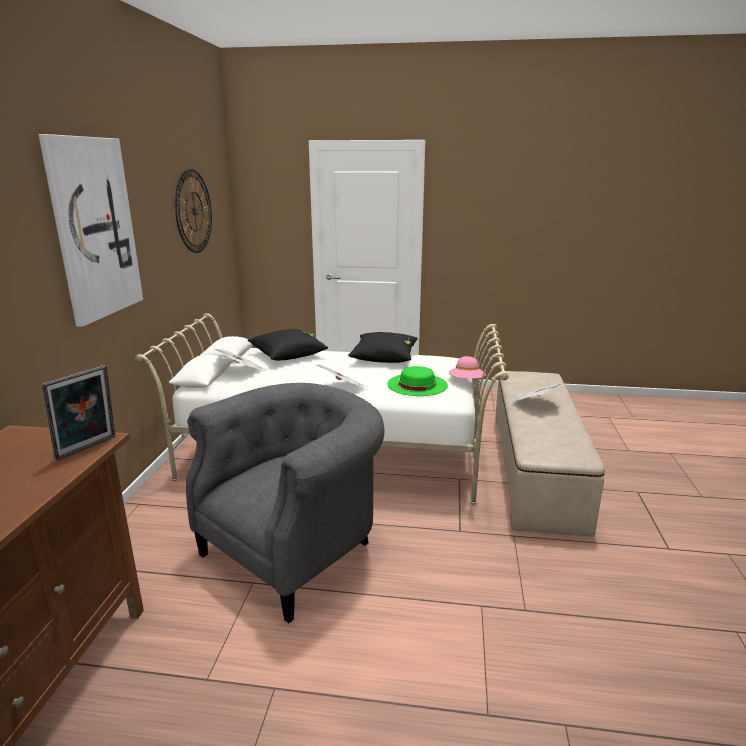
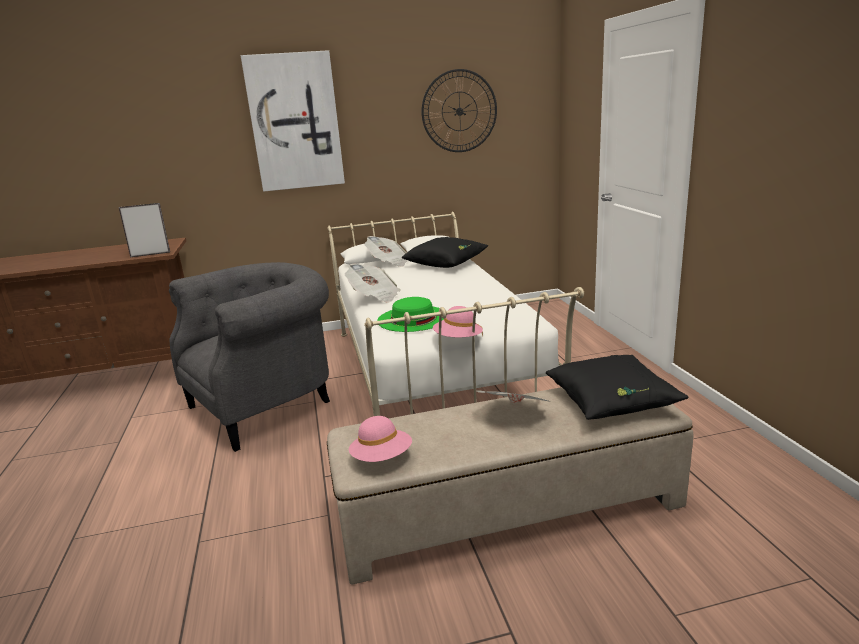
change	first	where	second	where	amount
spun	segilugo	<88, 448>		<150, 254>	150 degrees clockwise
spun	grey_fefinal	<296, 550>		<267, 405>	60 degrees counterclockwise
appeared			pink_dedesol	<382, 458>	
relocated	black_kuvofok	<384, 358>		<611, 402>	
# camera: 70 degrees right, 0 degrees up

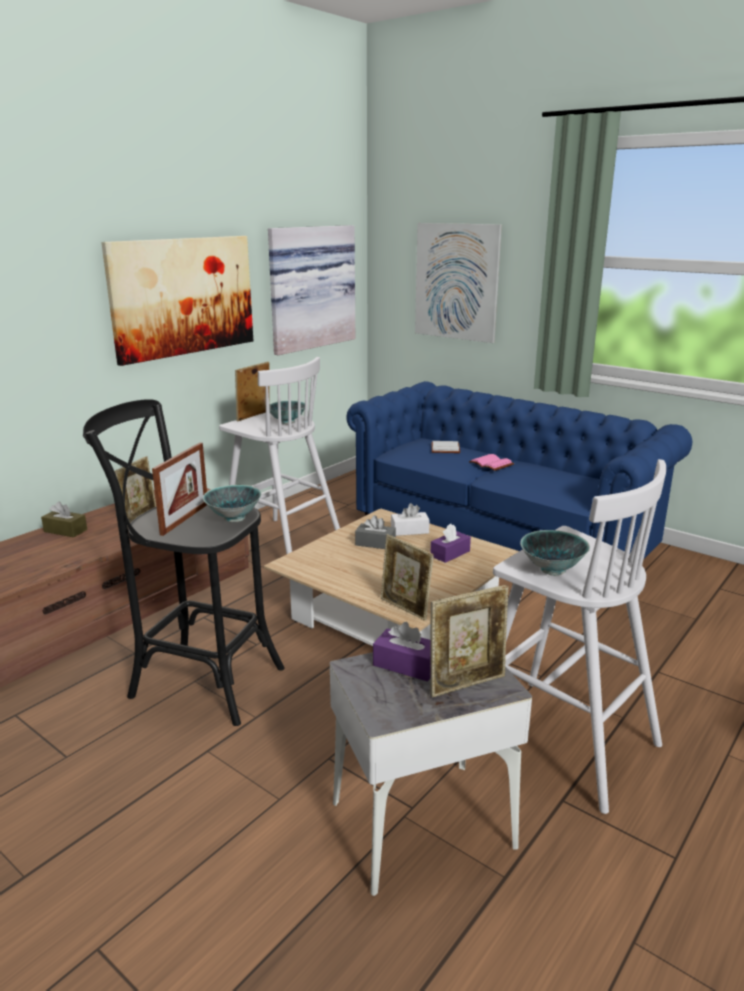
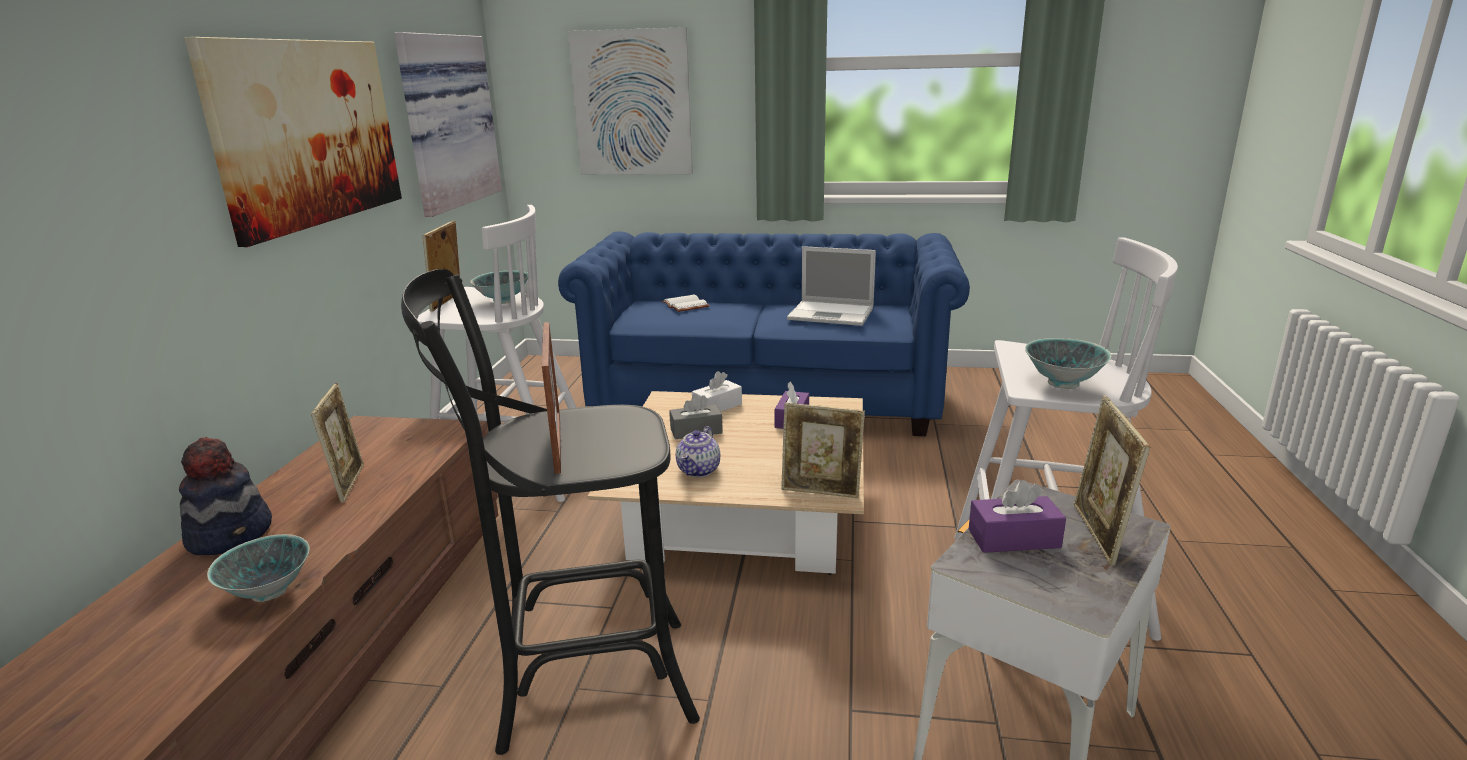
change	first	where	second	where	amount
exchanged	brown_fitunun	<65, 530>	dedesol	<231, 534>	
relocated	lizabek	<234, 518>		<268, 592>	
appeared			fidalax	<699, 470>	
appeared			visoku	<832, 314>	
spun	segilugo	<467, 683>		<1098, 535>	150 degrees clockwise
missing	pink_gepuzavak	<490, 464>			
# camera: 30 degrees left, 0 degrees up

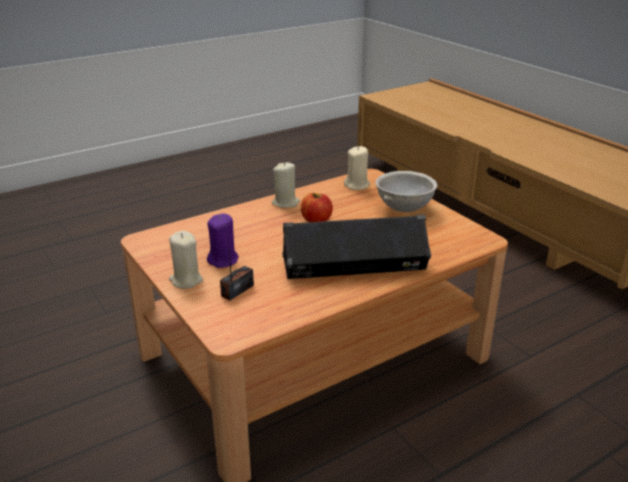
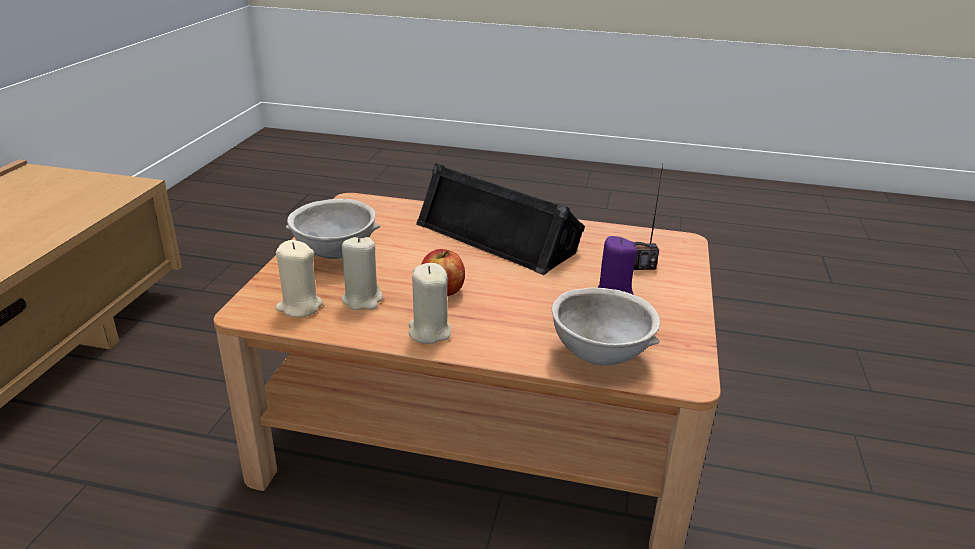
change	first	where	second	where	amount
relocated	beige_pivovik	<186, 280>		<362, 299>	
appeared			grey_lizabek	<600, 355>	
# camera: 135 degrees left, 0 degrees up

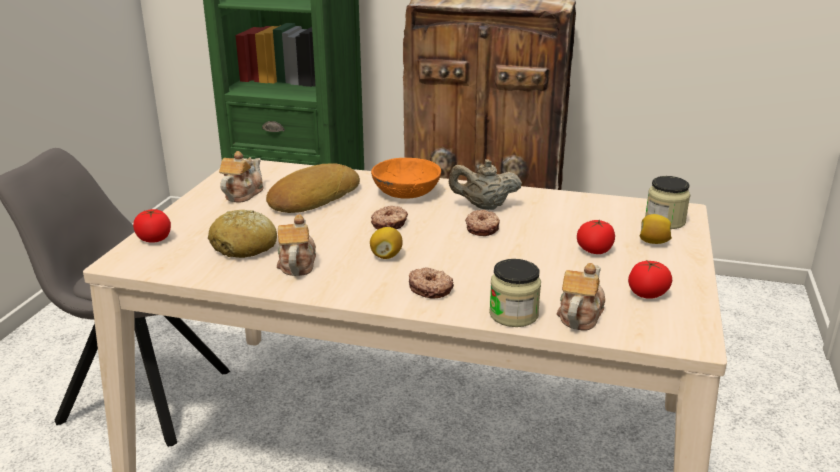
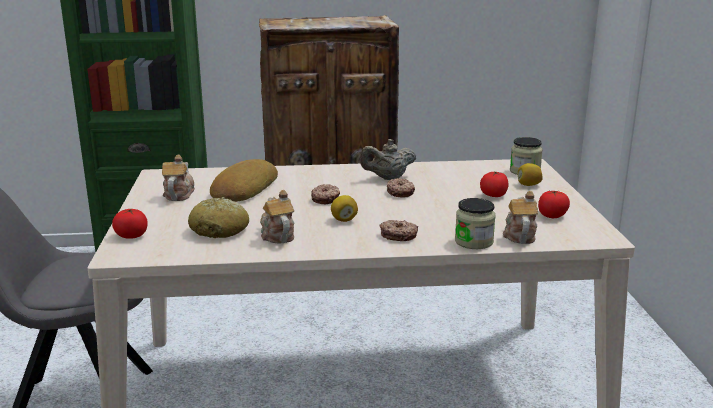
change	first	where	second	where	amount
missing	orange_lizabek	<405, 193>			
# camera: 20 degrees left, 5 degrees down

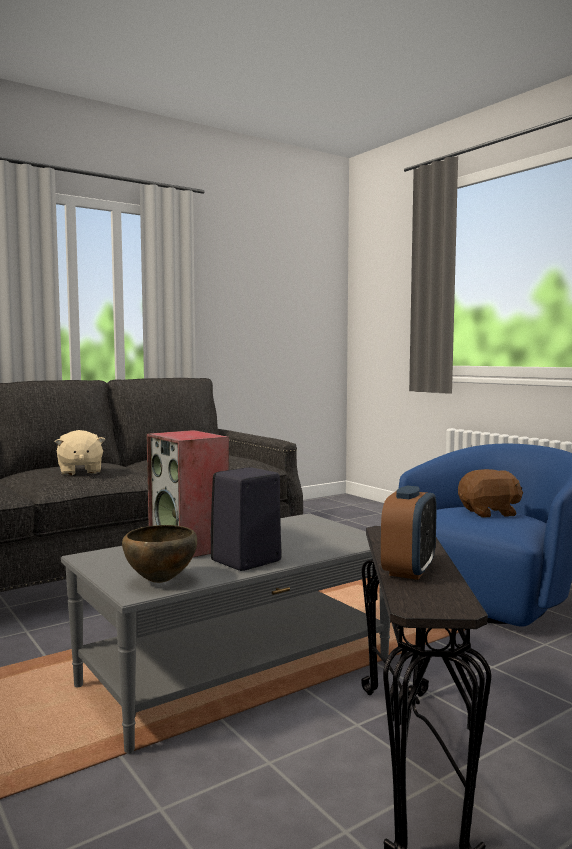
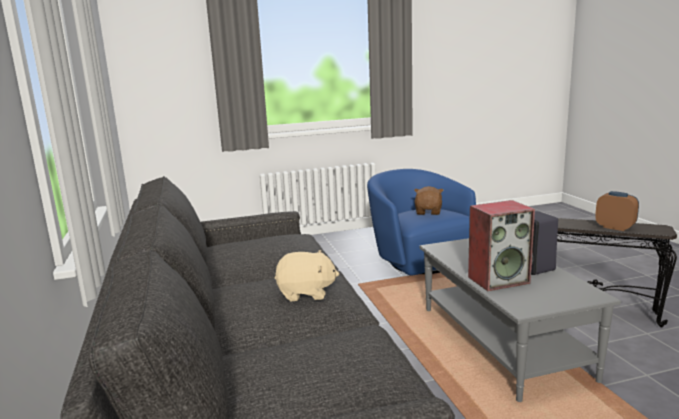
change	first	where	second	where	amount
missing	brown_lizabek	<160, 581>			
# camera: 70 degrees left, 10 degrees up

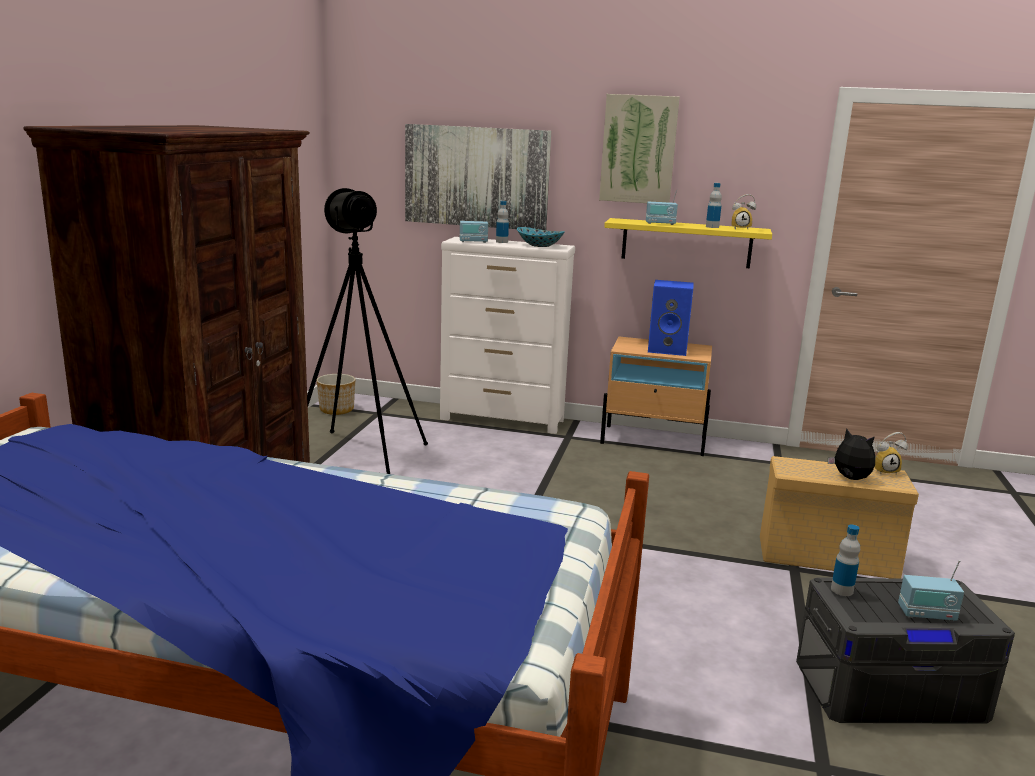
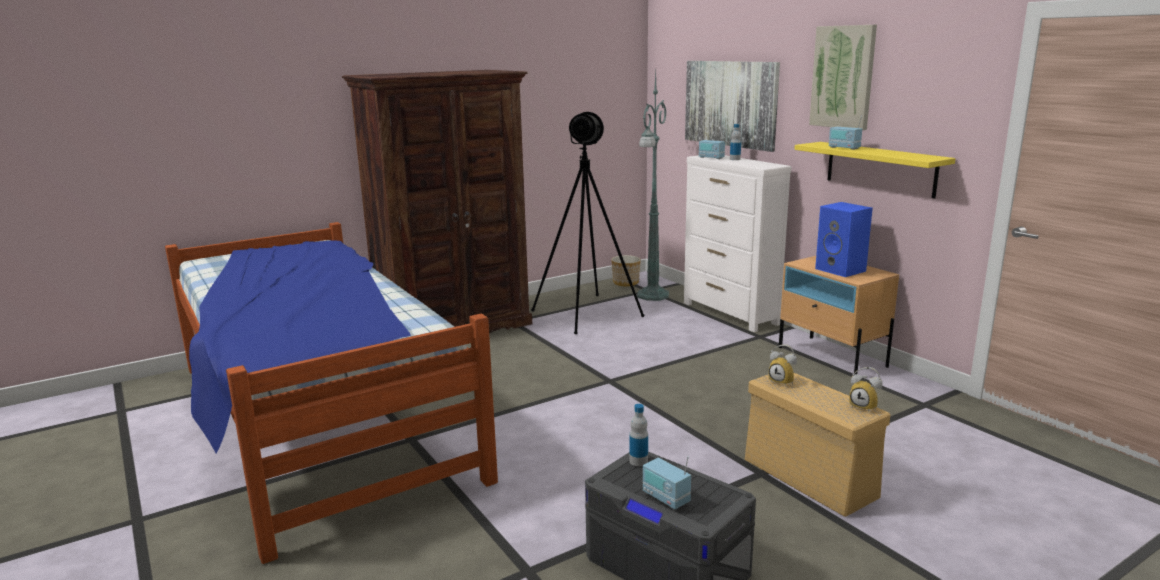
change	first	where	second	where	amount
appeared			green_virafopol	<652, 296>	
relocated	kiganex	<740, 229>		<783, 381>	
missing	lizabek	<540, 245>			
missing	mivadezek	<712, 227>			
missing	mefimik	<850, 479>			
# camera: 45 degrees right, 0 degrees up

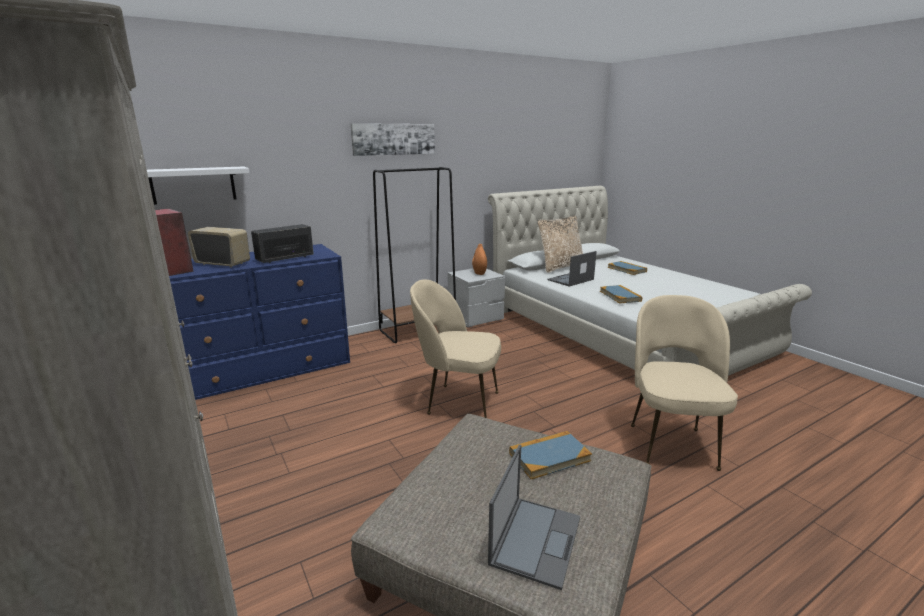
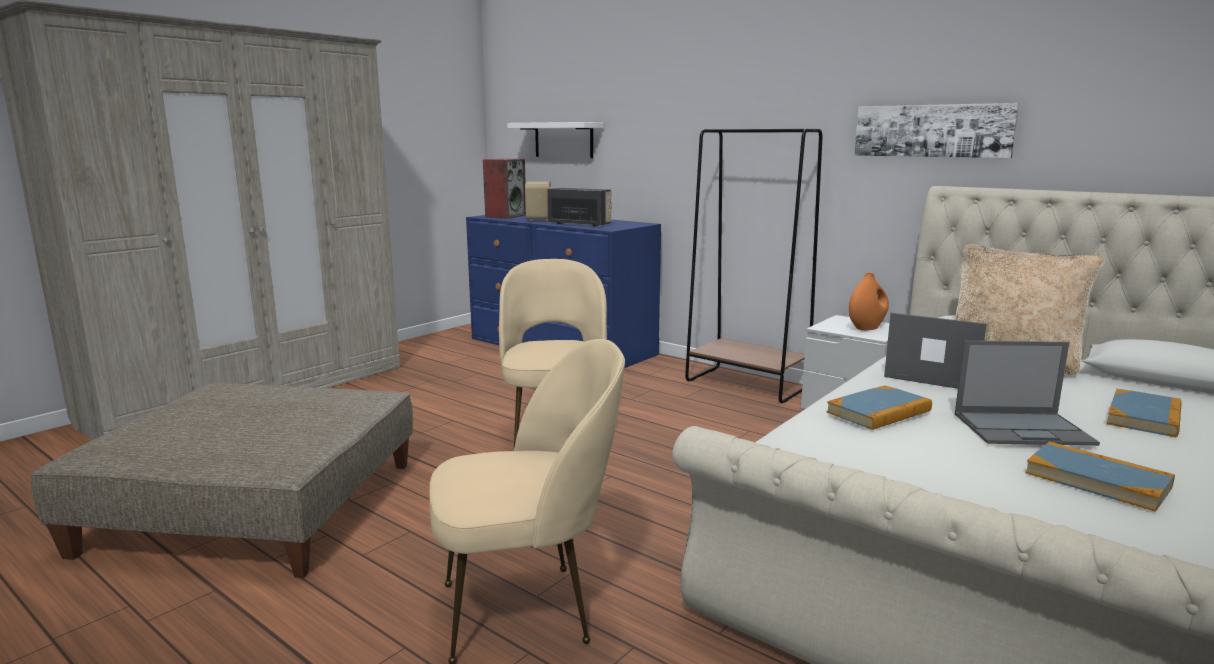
change	first	where	second	where	amount
relocated	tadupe	<393, 139>		<932, 131>	
relocated	visoku	<536, 539>		<1024, 429>	
relocated	gepuzavak	<549, 457>		<1097, 480>	
# camera: 70 degrees right, 5 degrees down

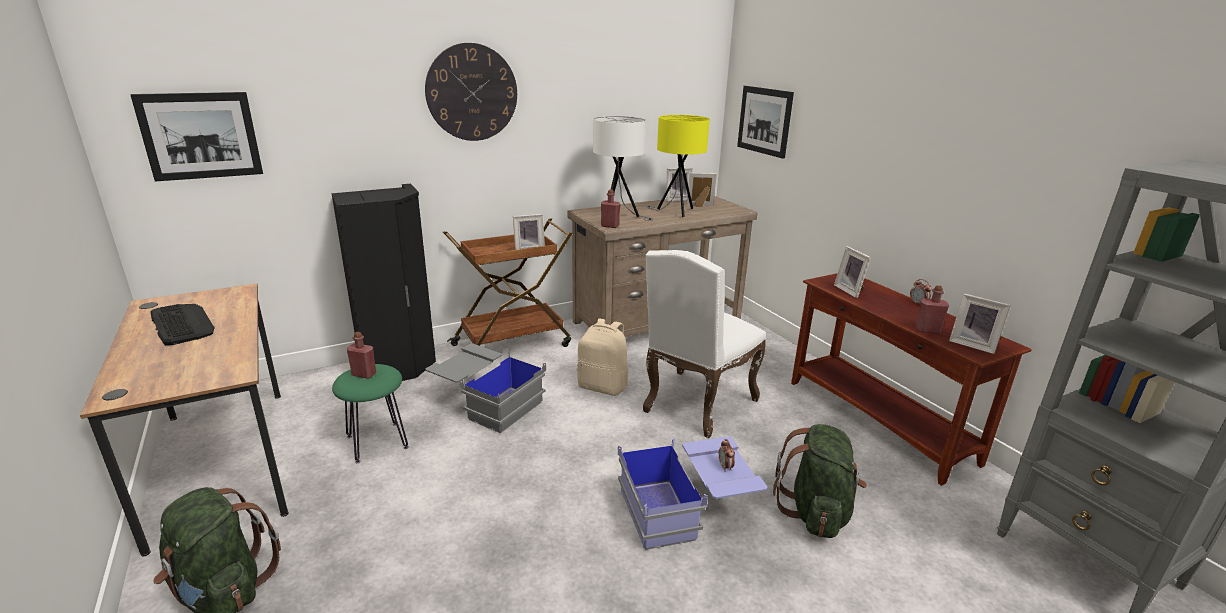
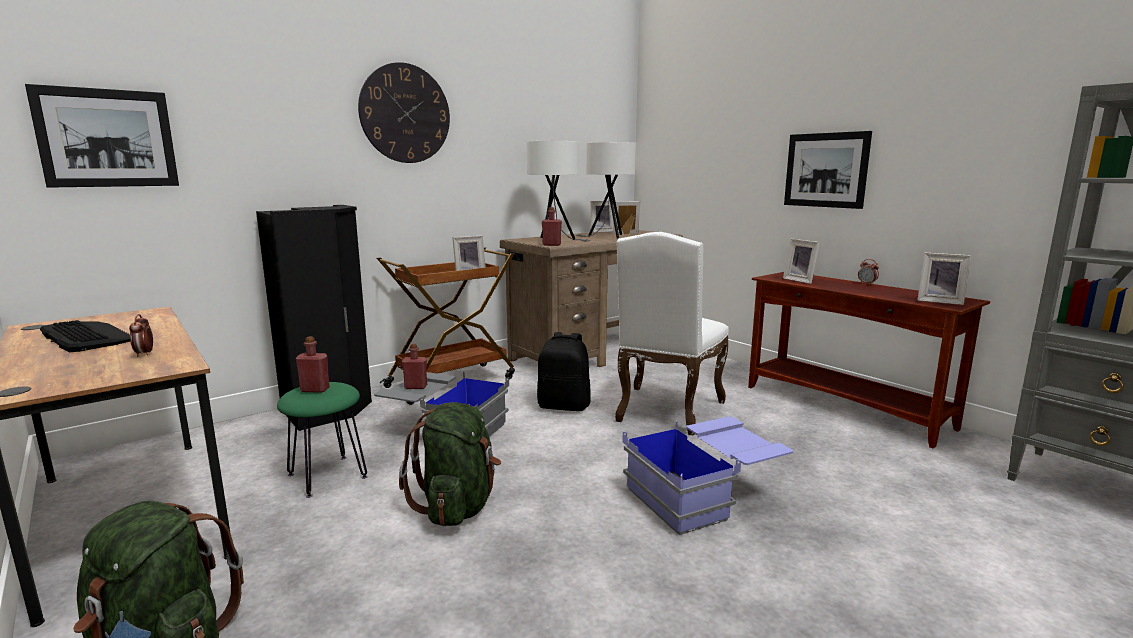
change	first	where	second	where	amount
relocated	kiganex	<725, 467>		<144, 354>	
relocated	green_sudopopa	<815, 512>		<457, 506>	
relocated	red_mivadezek	<927, 330>		<416, 387>	
colour	beige_sudopopa	<603, 386>	black_sudopopa	<564, 406>	
colour	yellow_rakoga	<675, 212>	white_rakoga	<607, 237>	
relocated	tadupe	<764, 121>		<825, 170>	
# camera: 10 degrees left, 10 degrees down

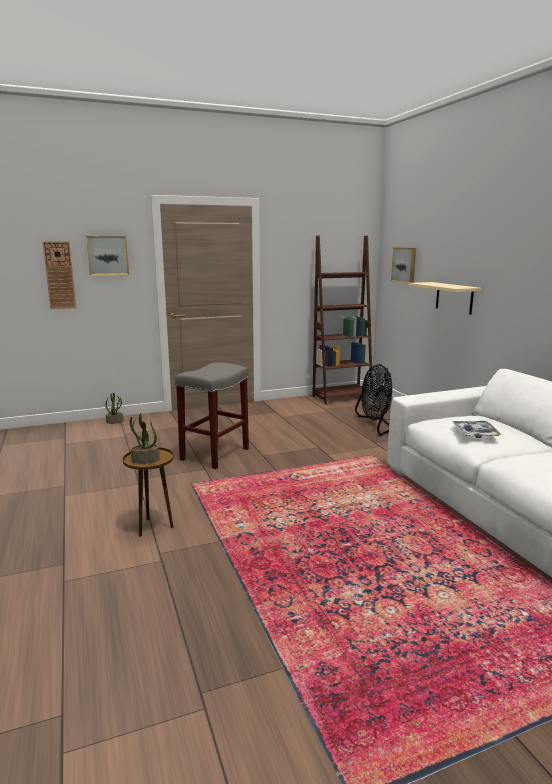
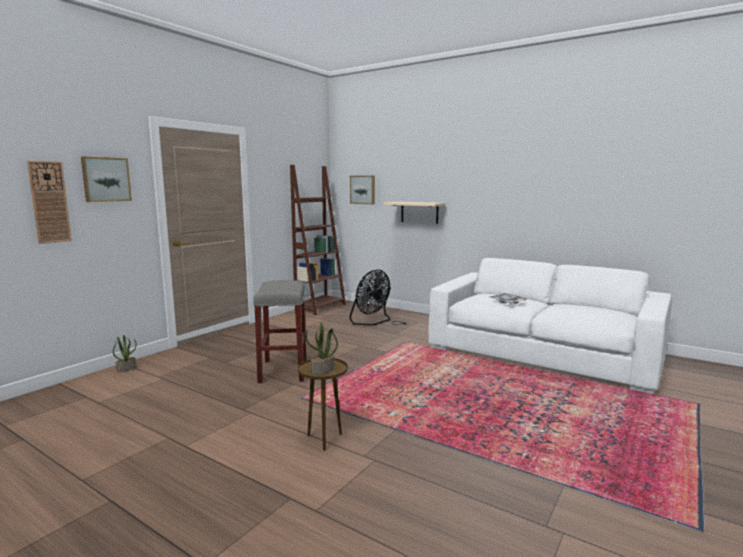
change	first	where	second	where	amount
spun	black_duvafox	<379, 424>		<378, 321>	90 degrees clockwise
# camera: 35 degrees left, 5 degrees down

